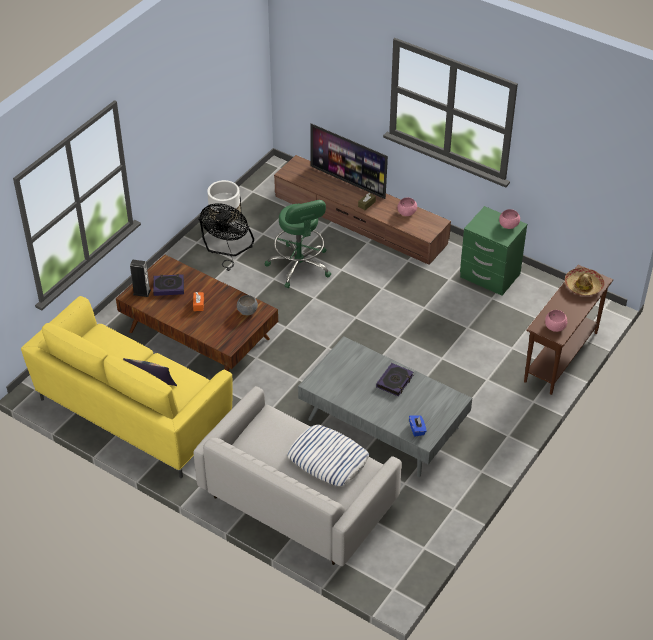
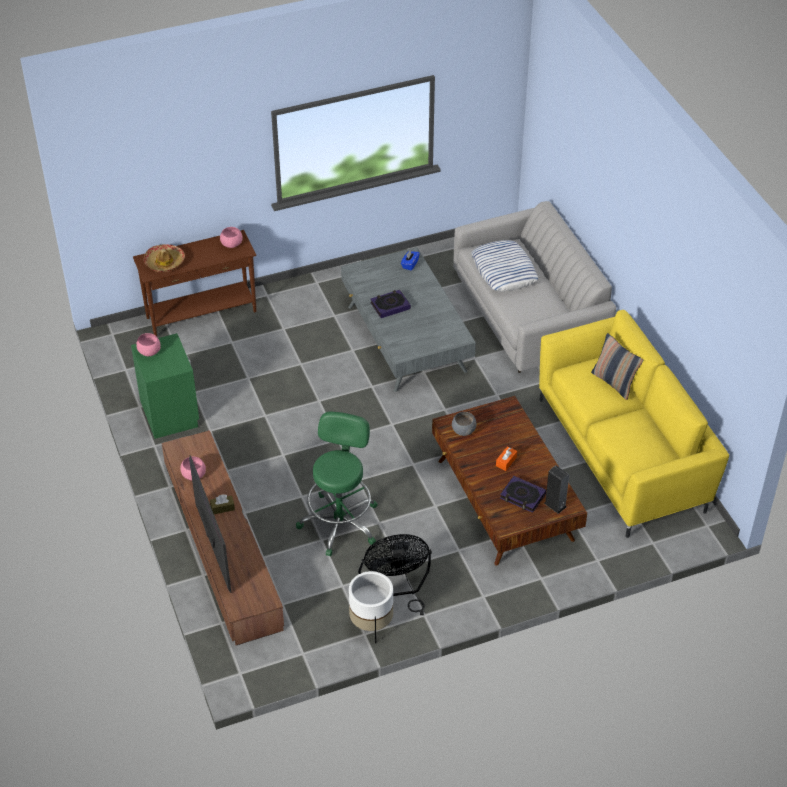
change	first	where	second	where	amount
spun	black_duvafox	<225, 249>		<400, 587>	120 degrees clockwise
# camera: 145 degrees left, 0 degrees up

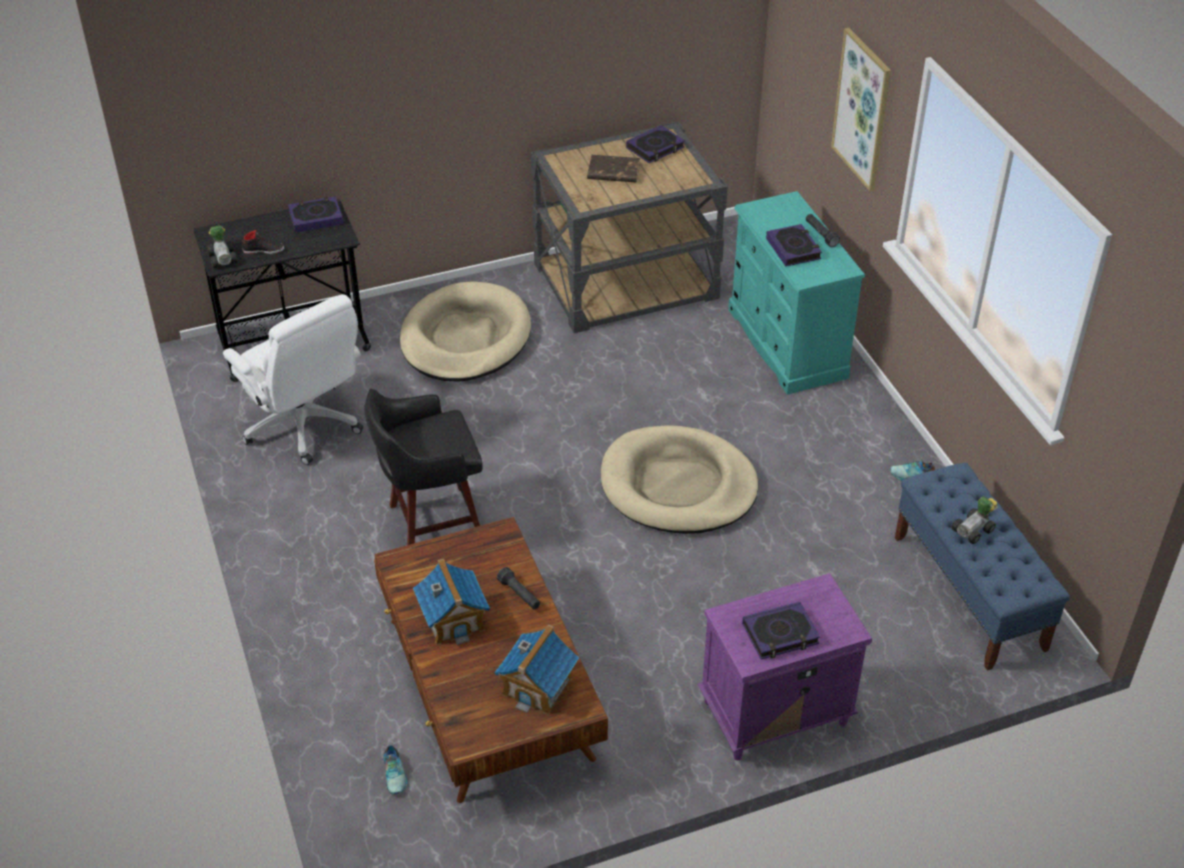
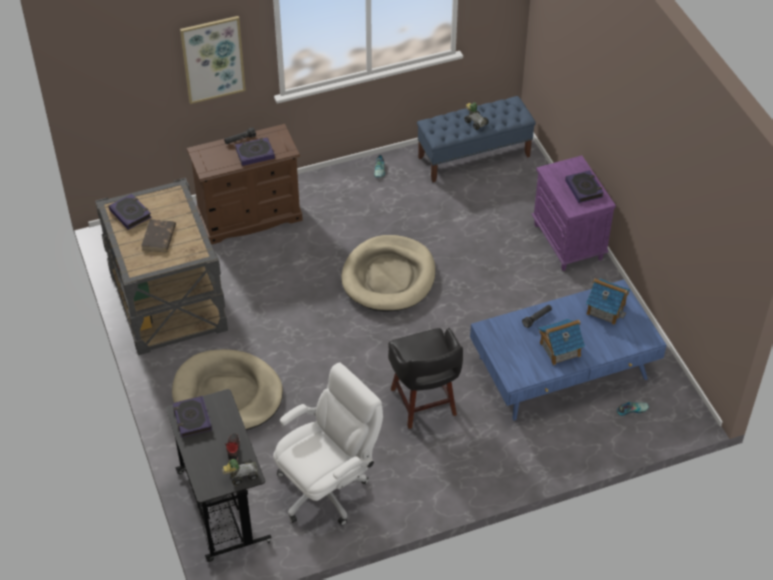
change	first	where	second	where	amount
colour	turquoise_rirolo	<786, 343>	brown_rirolo	<249, 217>	
colour	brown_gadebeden	<488, 688>	blue_gadebeden	<563, 368>	
# camera: 90 degrees left, 5 degrees up

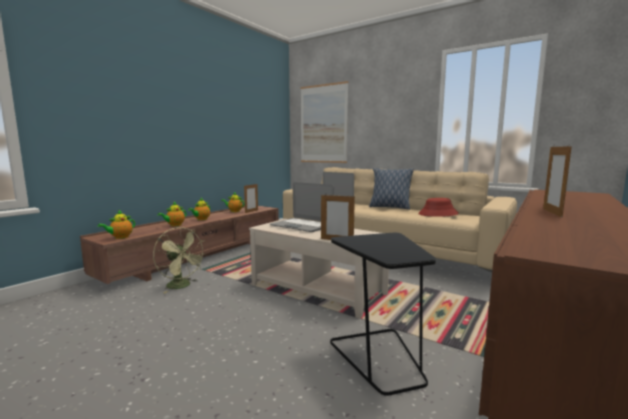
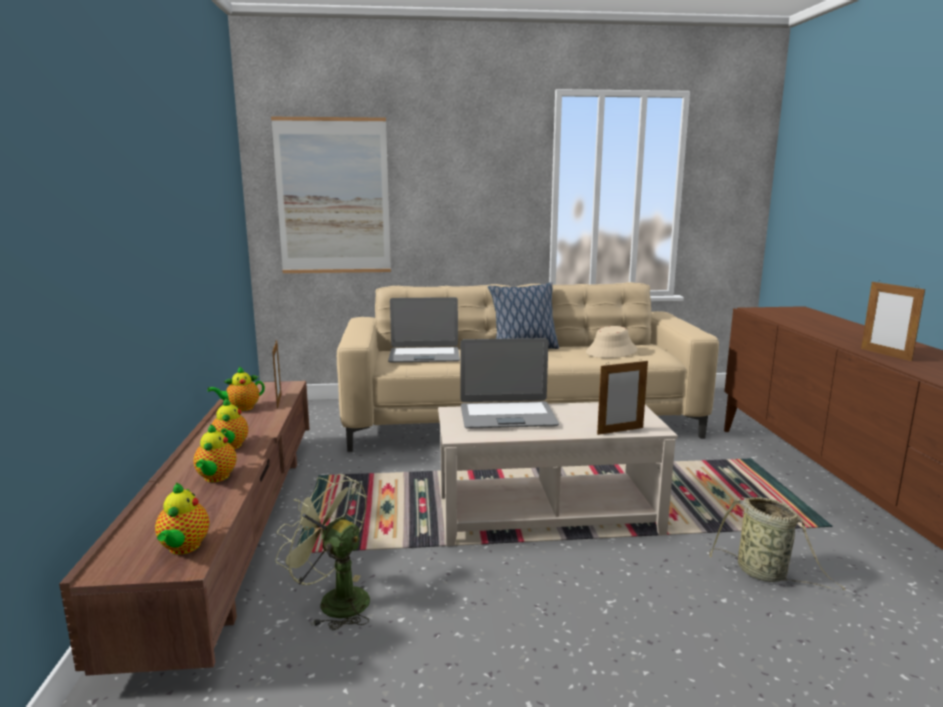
change	first	where	second	where	amount
spun	green_duvafox	<182, 286>		<334, 601>	150 degrees counterclockwise
colour	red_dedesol	<438, 214>	beige_dedesol	<611, 351>	
exchanged	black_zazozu	<380, 358>	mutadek	<765, 574>	
# camera: 40 degrees left, 5 degrees up

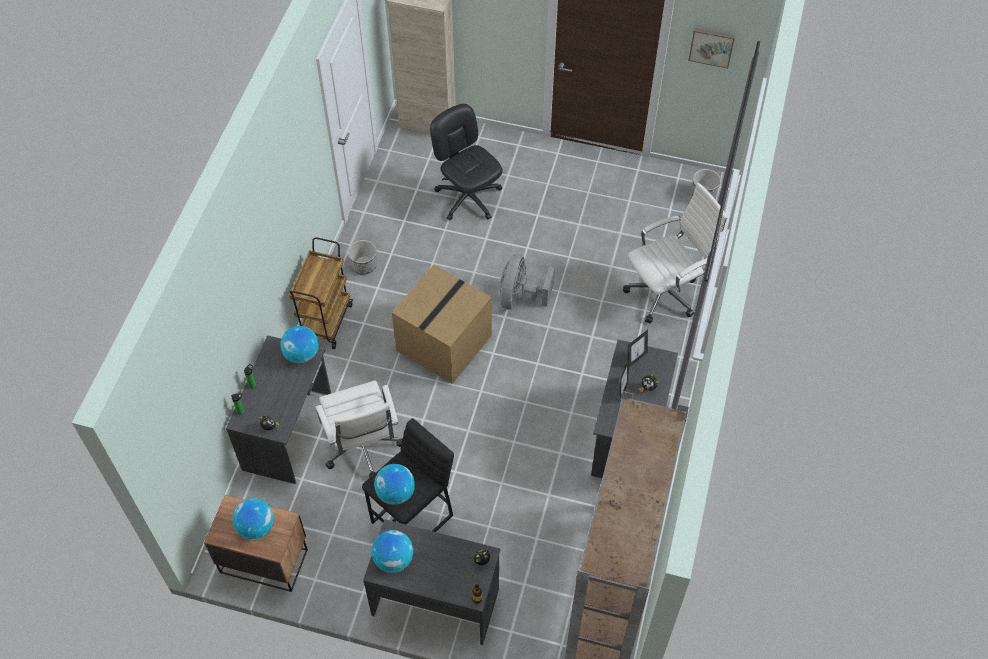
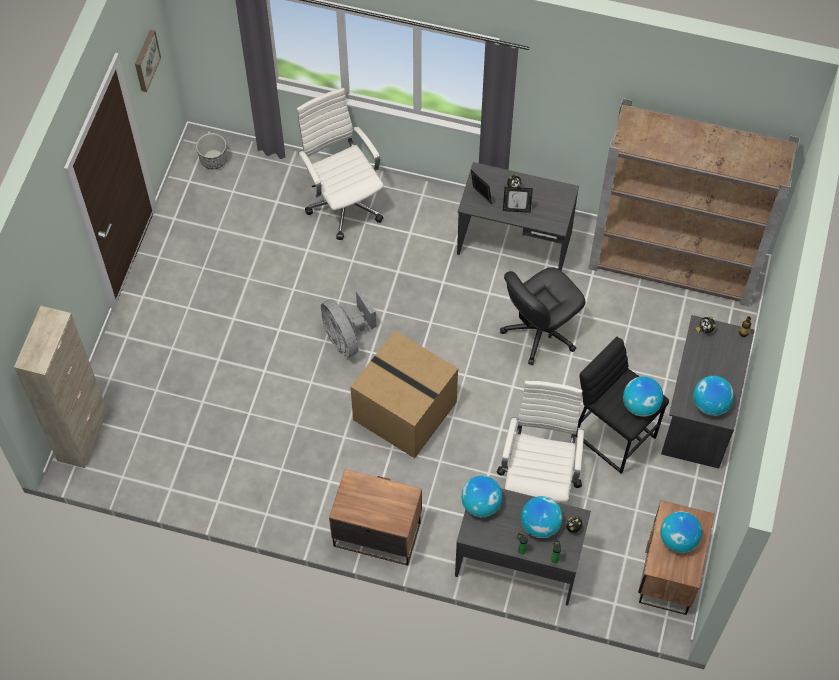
change	first	where	second	where	amount
spun	grey_duvafox	<520, 297>		<346, 337>	45 degrees clockwise
exchanged	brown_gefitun	<326, 322>	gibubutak	<376, 532>	
spun	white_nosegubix	<363, 449>		<538, 485>	60 degrees counterclockwise
relocated	black_nosegubix	<468, 197>		<540, 331>	
appeared			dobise	<540, 524>	
missing	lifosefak	<364, 265>			
# camera: 90 degrees left, 5 degrees up

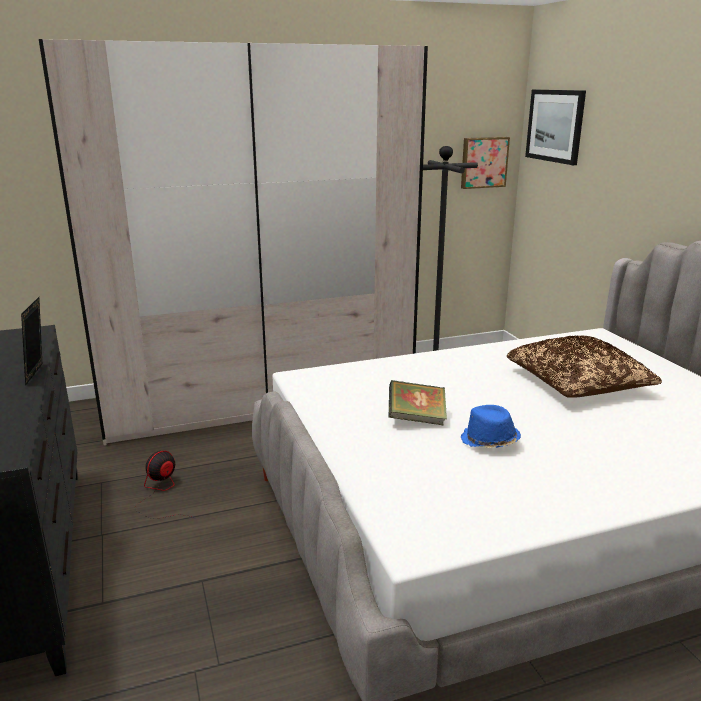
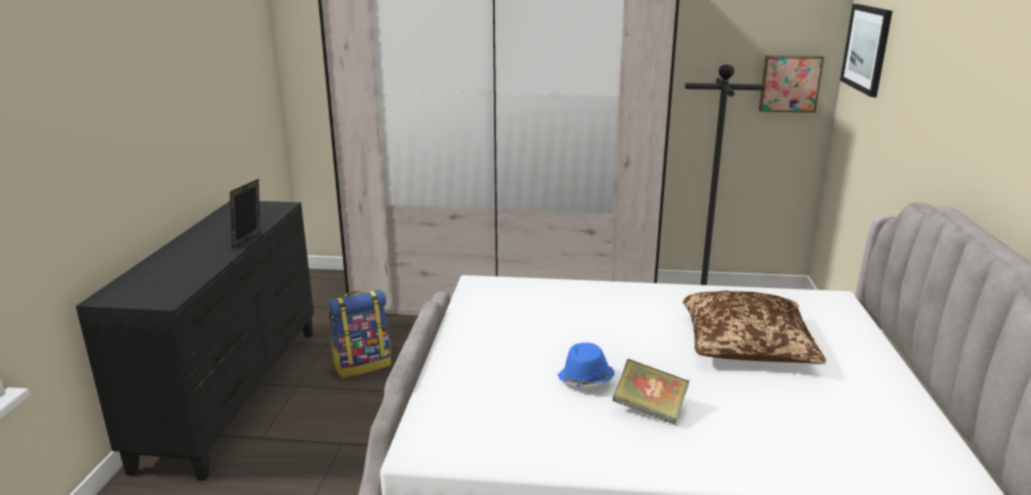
change	first	where	second	where	amount
exchanged	duvafox	<161, 493>	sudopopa	<362, 364>	
relocated	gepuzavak	<416, 419>		<649, 409>	
# camera: 25 degrees right, 0 degrees up

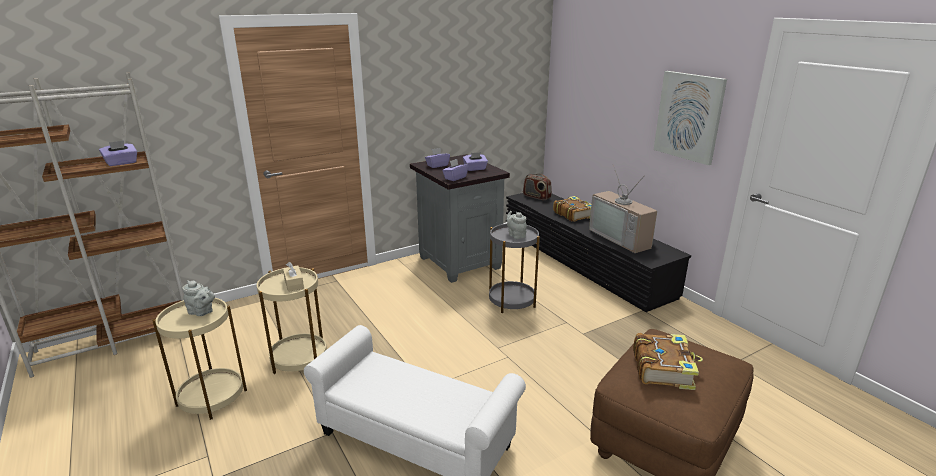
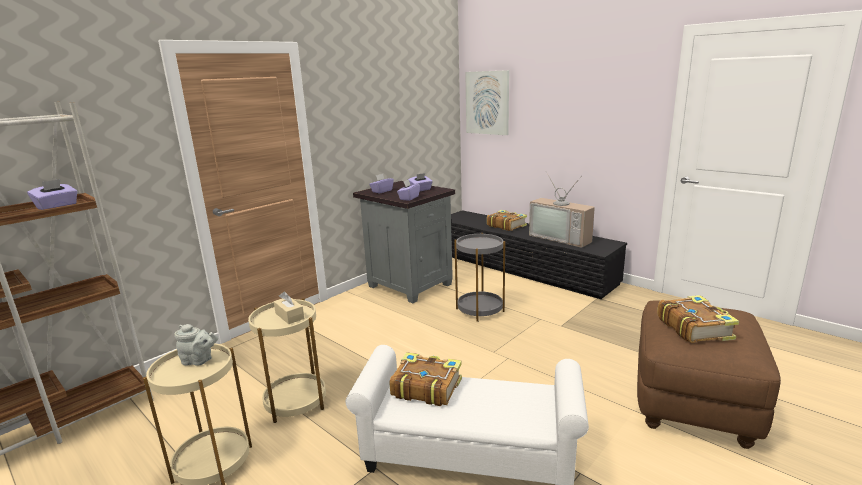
change	first	where	second	where	amount
appeared			gepuzavak	<425, 387>	
relocated	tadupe	<689, 116>		<487, 103>	
missing	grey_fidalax	<516, 235>			
missing	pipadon	<536, 197>			
# camera: 15 degrees left, 5 degrees down

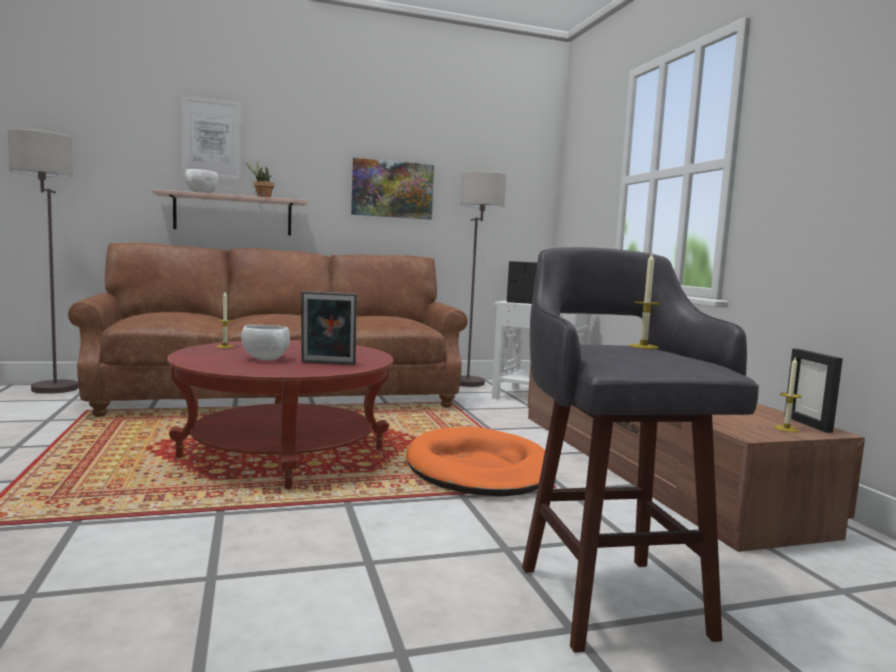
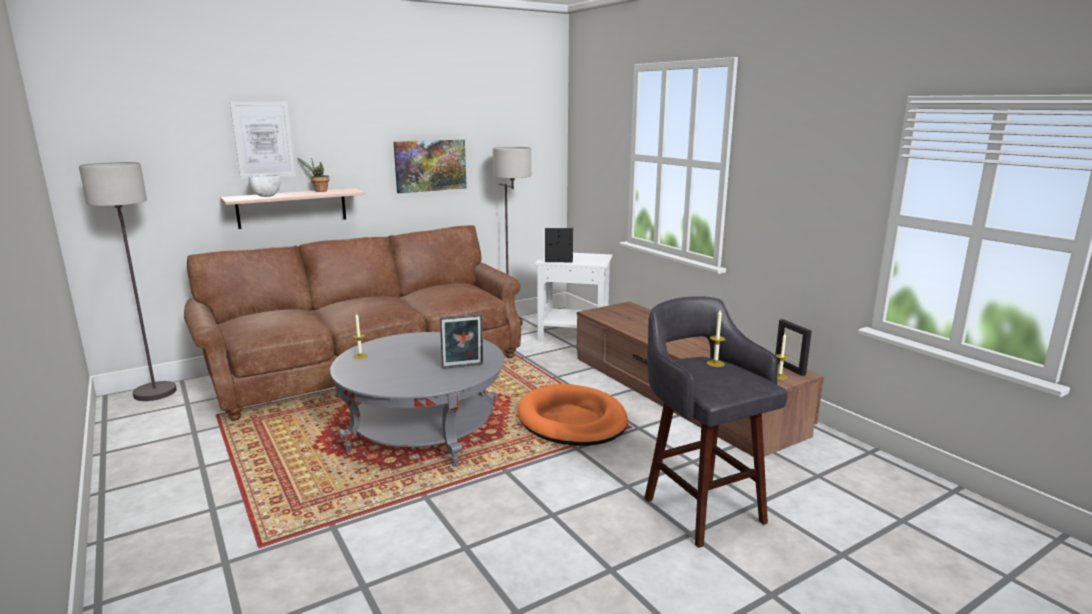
change	first	where	second	where	amount
colour	red_gadebeden	<284, 453>	grey_gadebeden	<423, 432>	
missing	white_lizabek	<265, 359>			
# camera: 15 degrees left, 10 degrees up

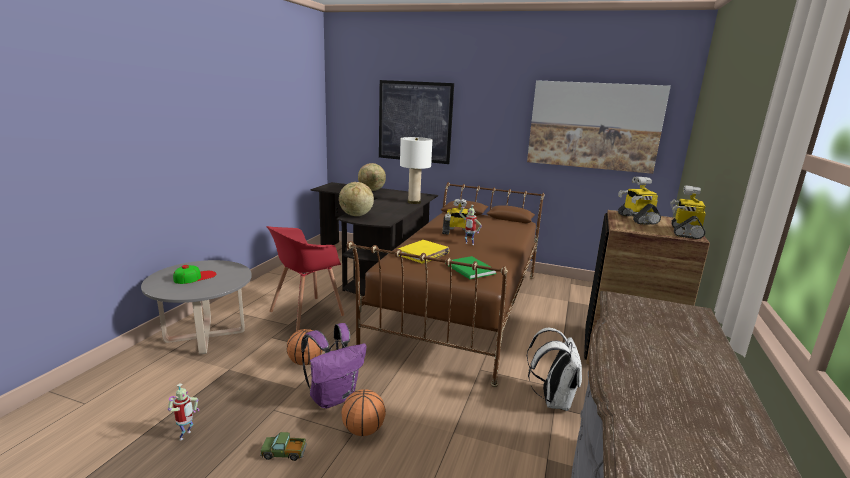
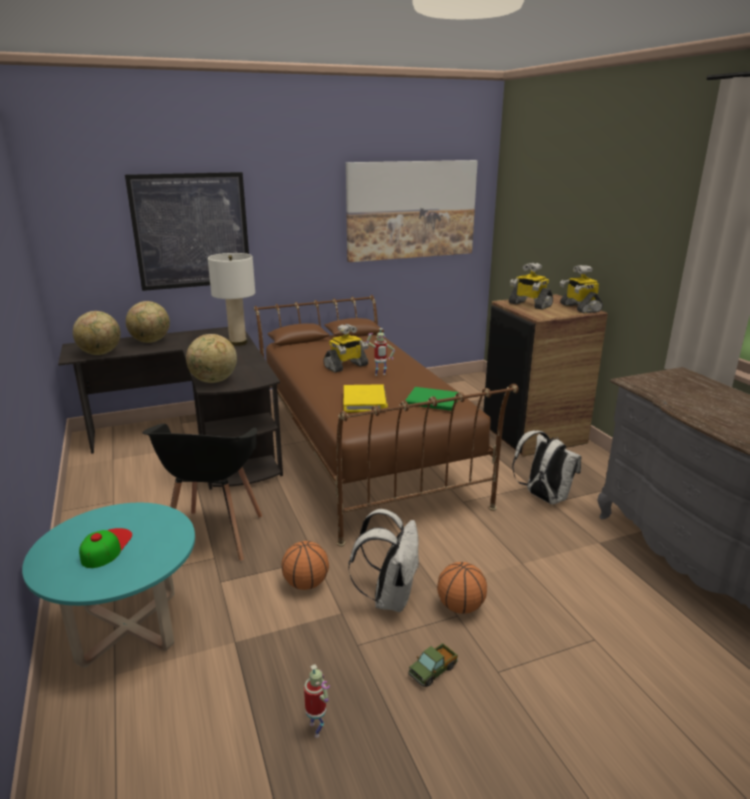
change	first	where	second	where	amount
colour	grey_gadebeden	<205, 336>	turquoise_gadebeden	<128, 628>	
appeared			dobise	<101, 353>	
colour	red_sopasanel	<306, 314>	black_sopasanel	<214, 536>	
colour	purple_sudopopa	<333, 397>	white_sudopopa	<390, 597>	
# camera: 40 degrees left, 5 degrees up

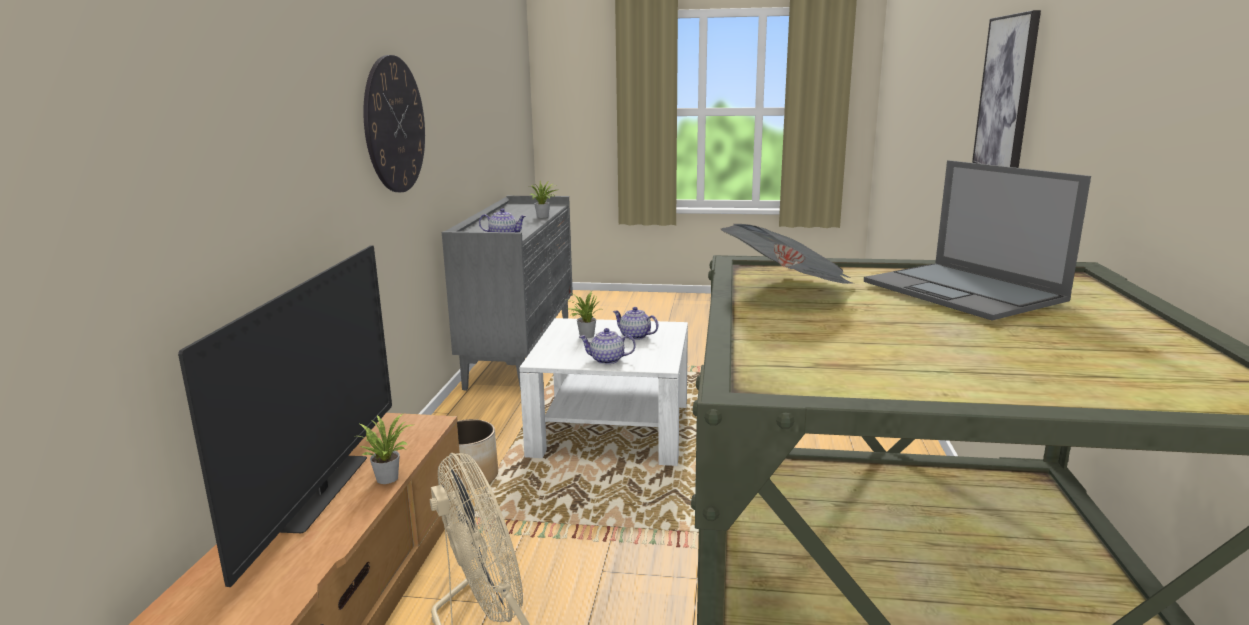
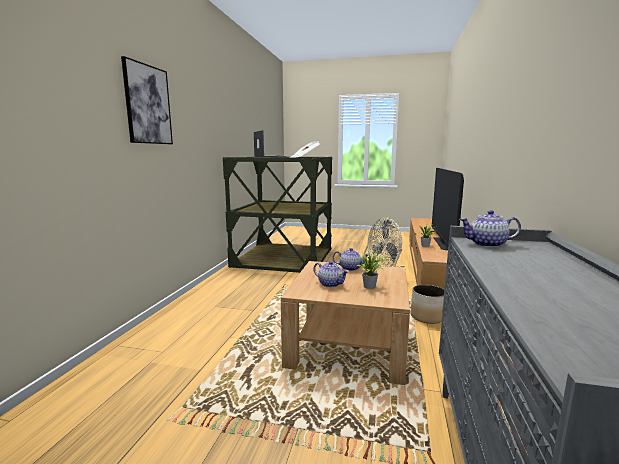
change	first	where	second	where	amount
colour	white_gadebeden	<611, 428>	brown_gadebeden	<348, 345>	
missing	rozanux	<394, 125>			
missing	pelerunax	<544, 216>			
# camera: 175 degrees left, 5 degrees down

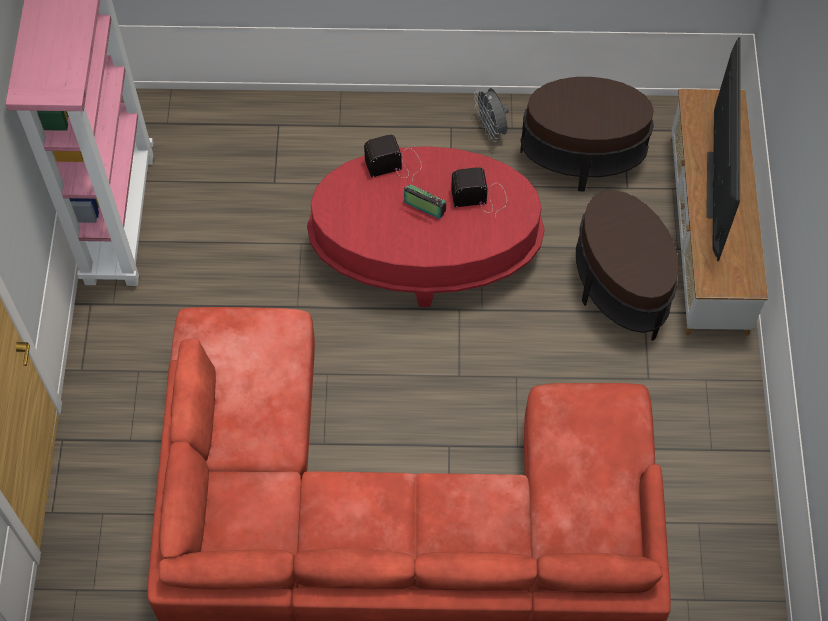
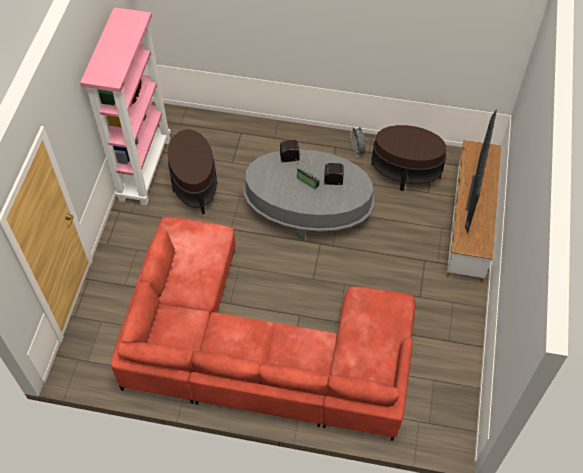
change	first	where	second	where	amount
relocated	brown_zazozu	<619, 289>		<195, 187>	
colour	red_gadebeden	<425, 249>	grey_gadebeden	<308, 208>	
# camera: 10 degrees right, 5 degrees down

